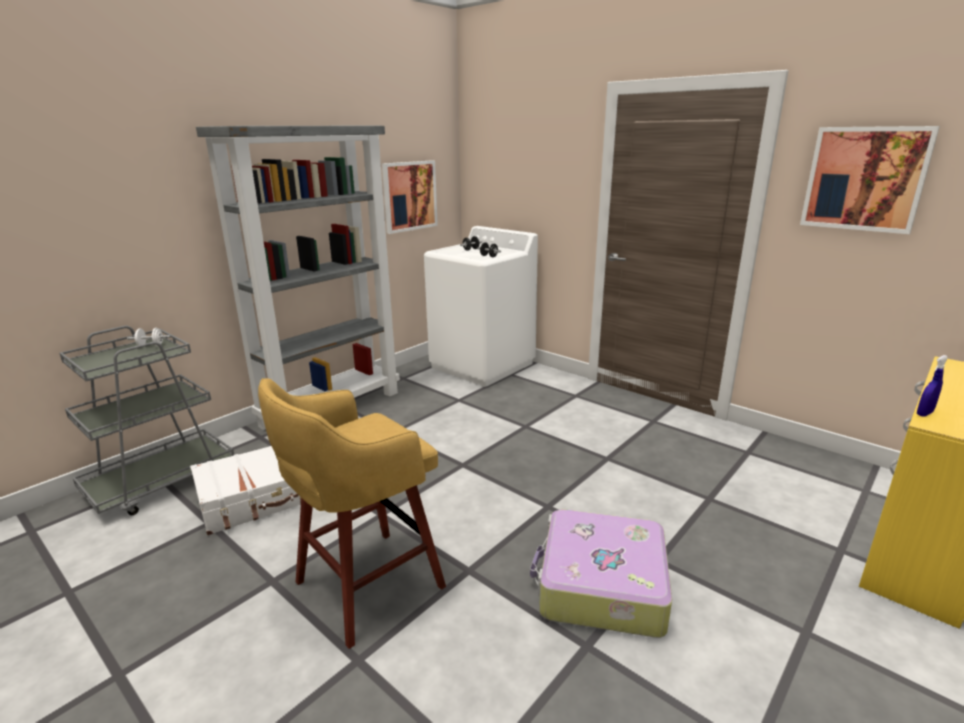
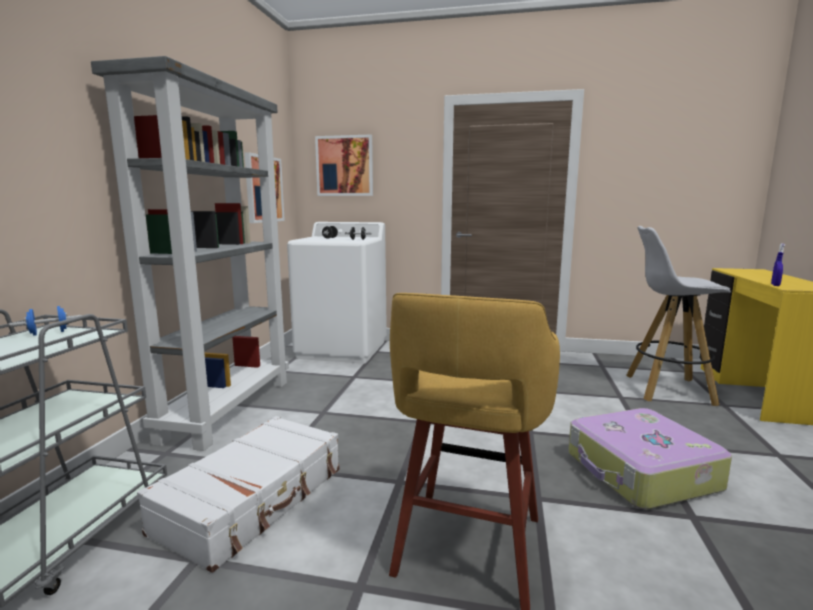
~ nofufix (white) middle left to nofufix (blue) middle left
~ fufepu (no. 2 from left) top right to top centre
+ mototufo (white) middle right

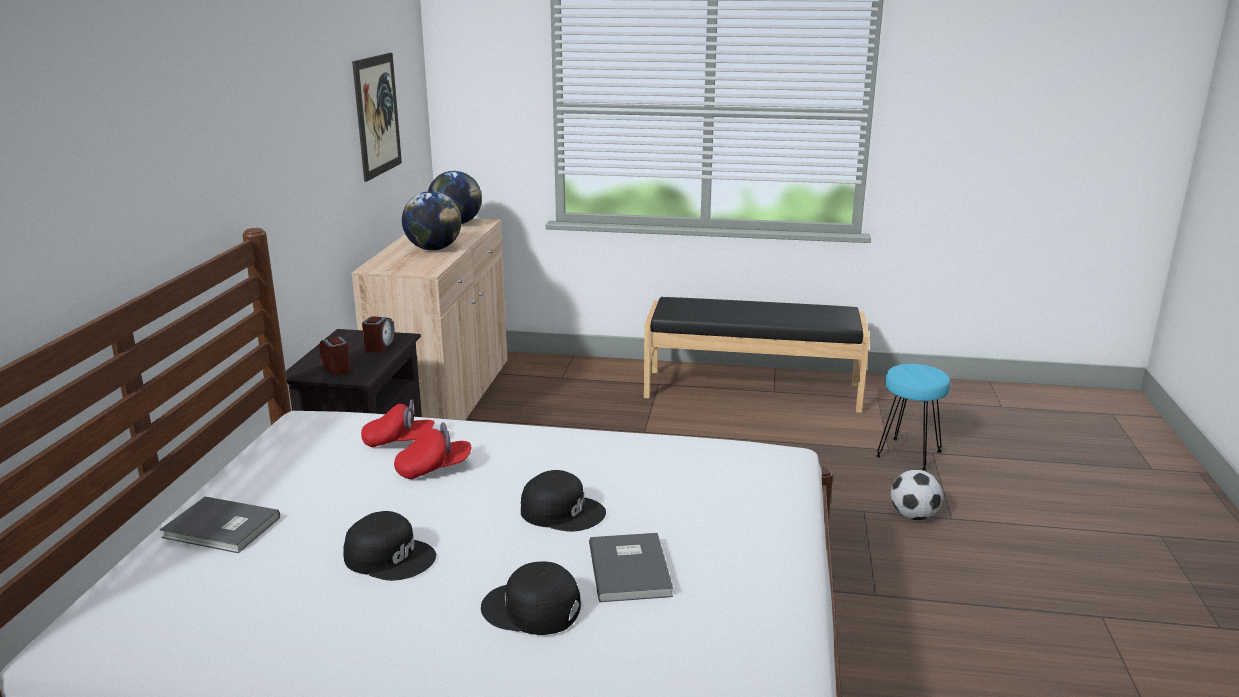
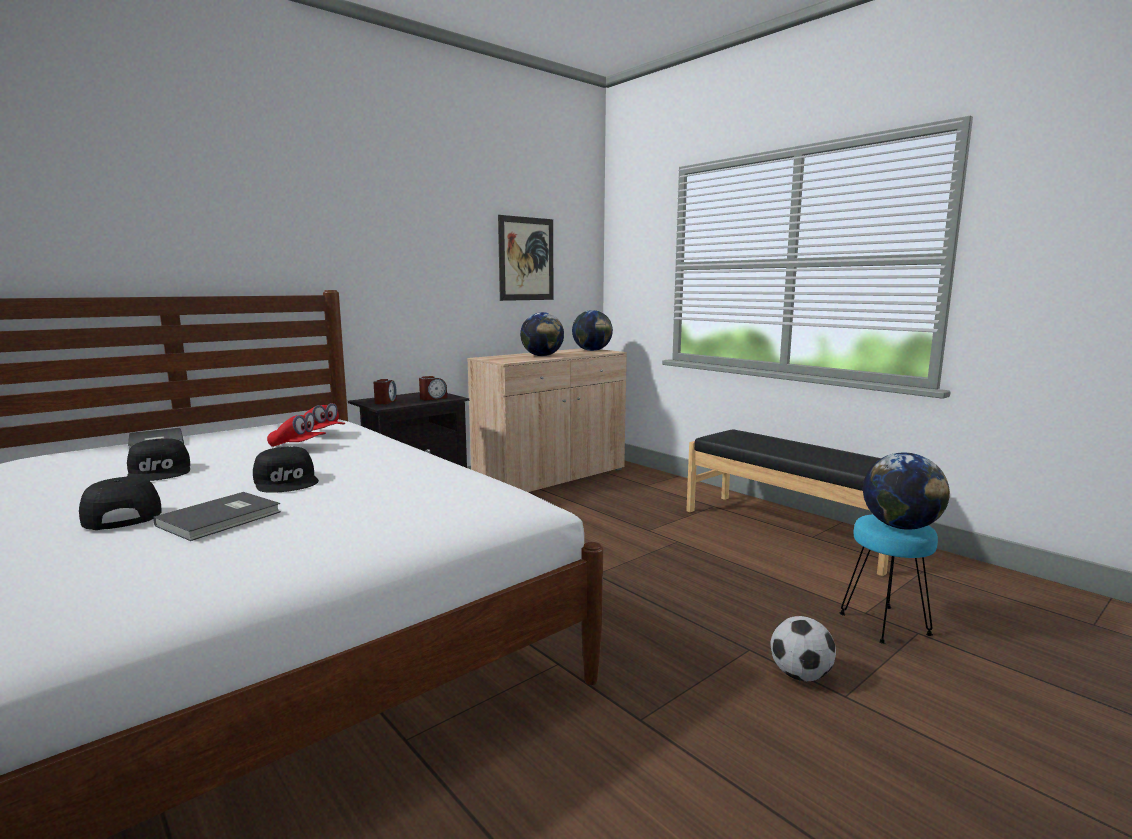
+ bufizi (no. 3 from left) middle right

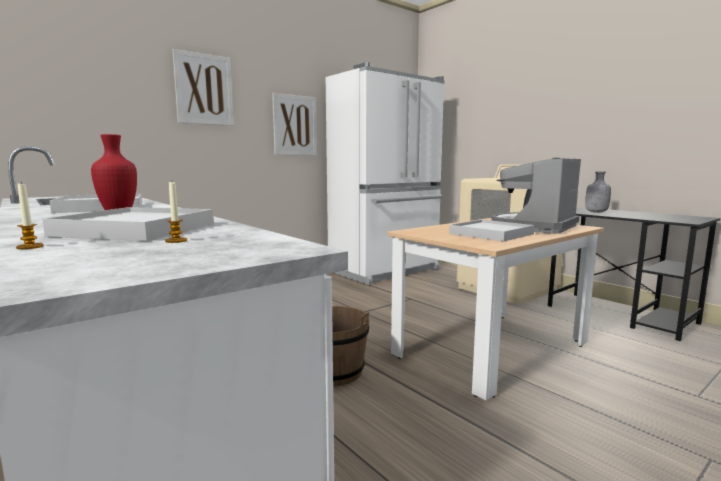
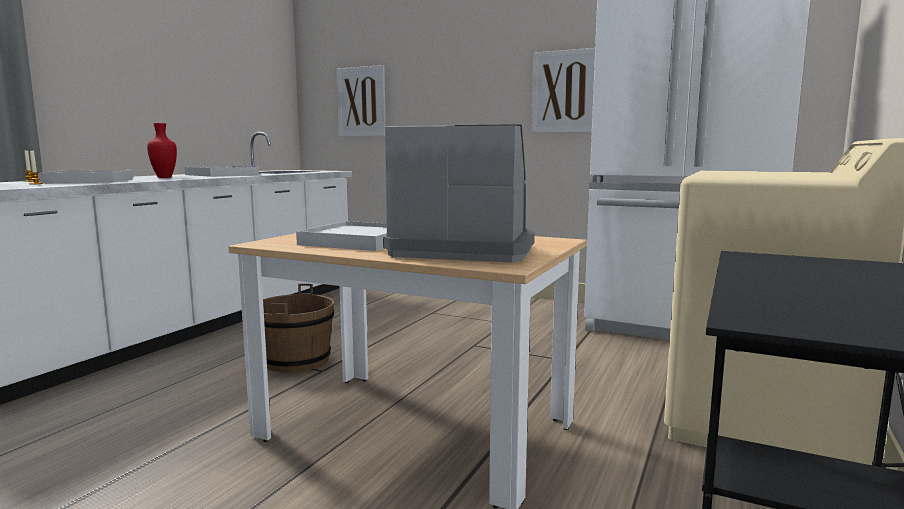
~ fufepu (no. 1 from left) top left to top centre
- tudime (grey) middle right

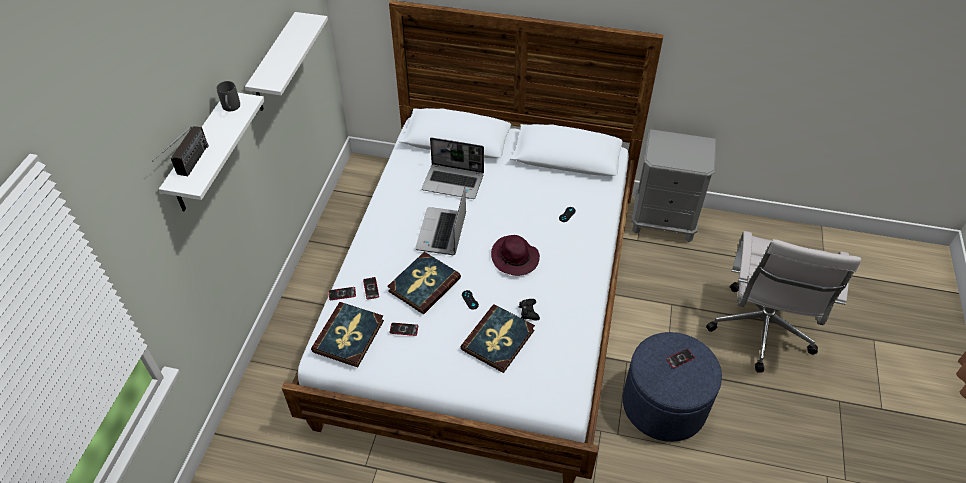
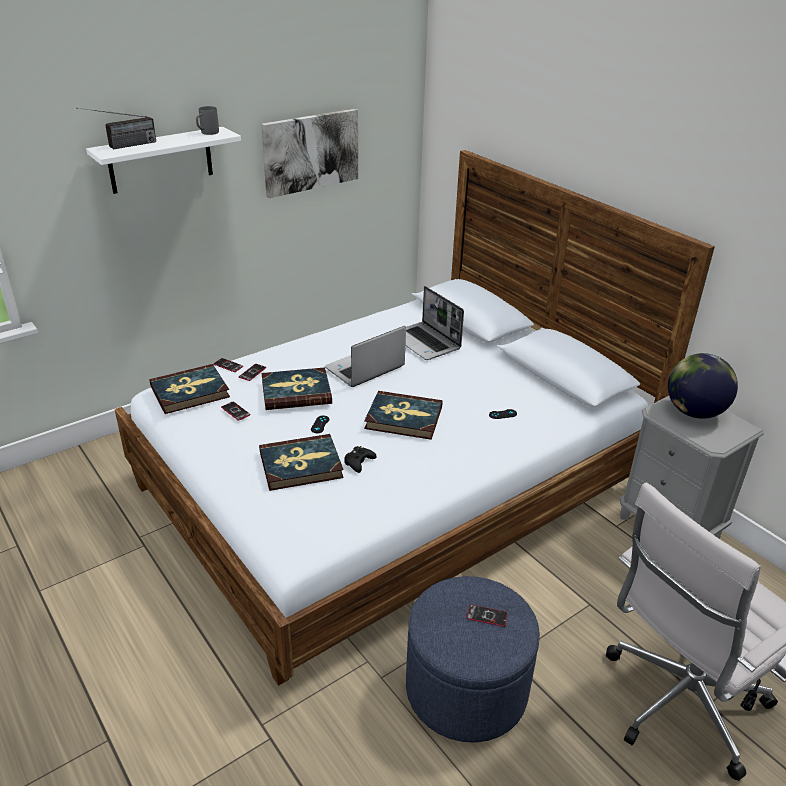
~ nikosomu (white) (no. 2 from left) top left to fufepu top centre
~ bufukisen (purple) centre to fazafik (no. 4 from left) centre
+ bufizi middle right

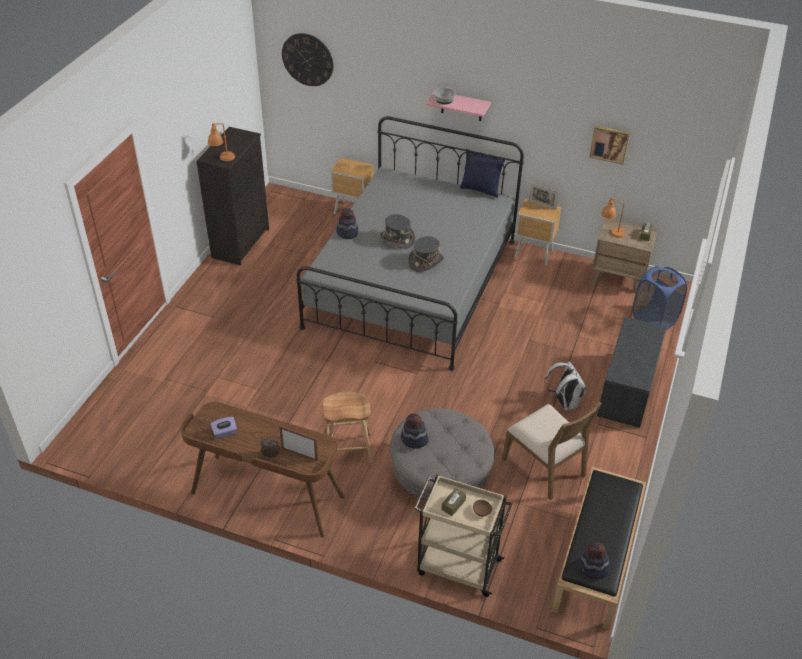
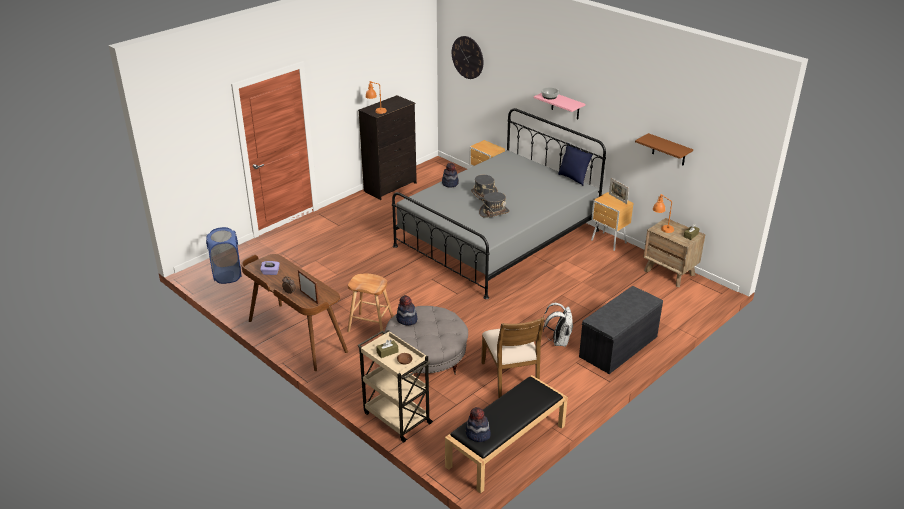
~ fufepu top right to nikosomu (brown) top right
~ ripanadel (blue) middle right to middle left

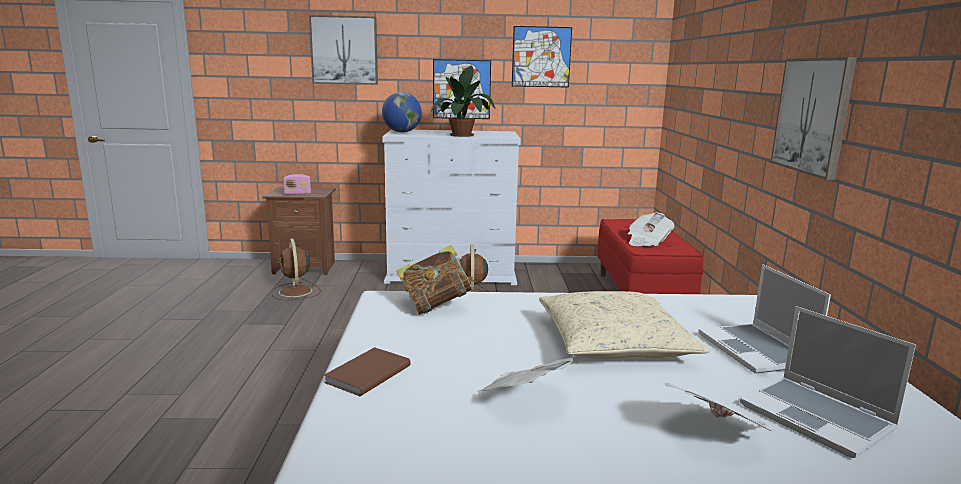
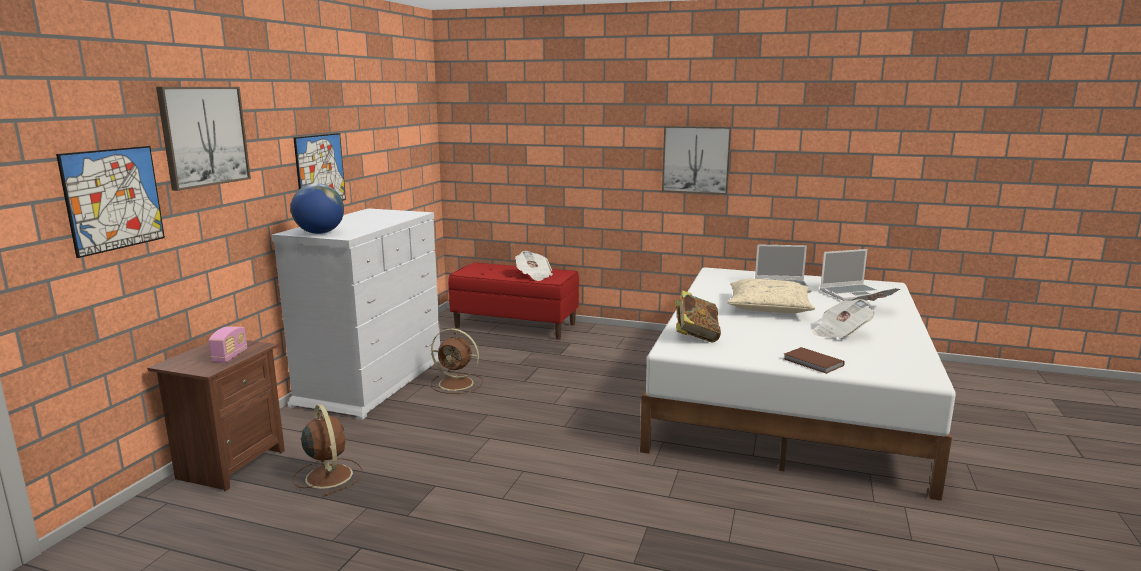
~ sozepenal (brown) (no. 1 from left) middle left = bottom left 120 degrees counterclockwise
- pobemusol top centre
~ fufepu (no. 3 from left in the first image) top centre to fufepu (no. 1 from left) middle left

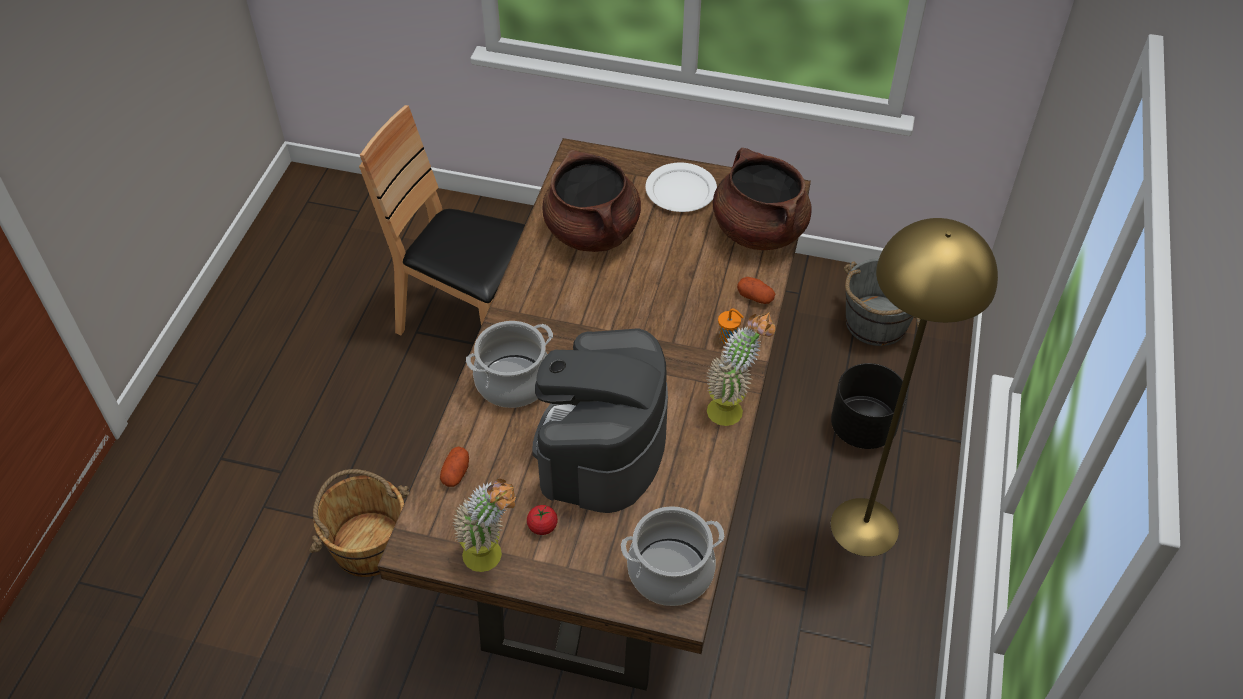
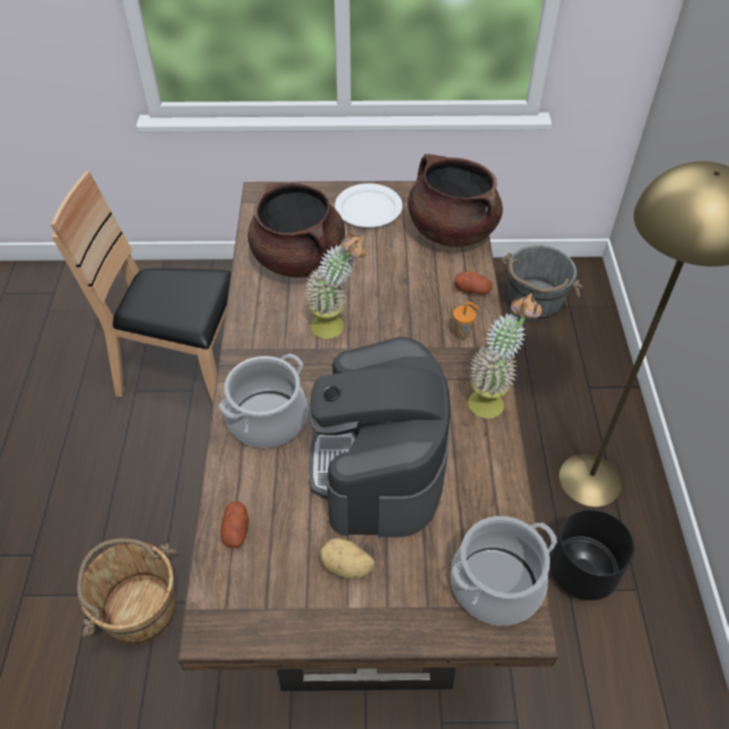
~ pobemusol (no. 1 from left) bottom centre to centre
~ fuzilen bottom centre to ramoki (no. 2 from left) bottom centre
~ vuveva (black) middle right to bottom right

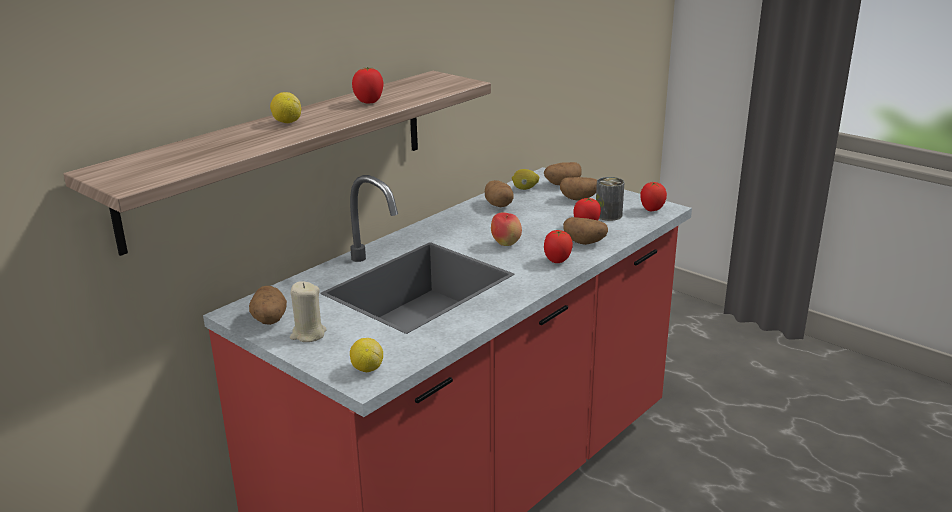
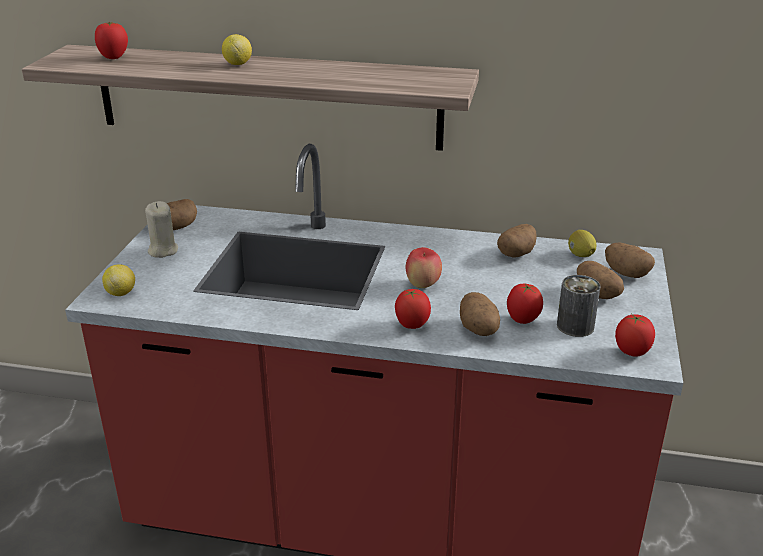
~ fuzilen (no. 1 from left) top centre to top left

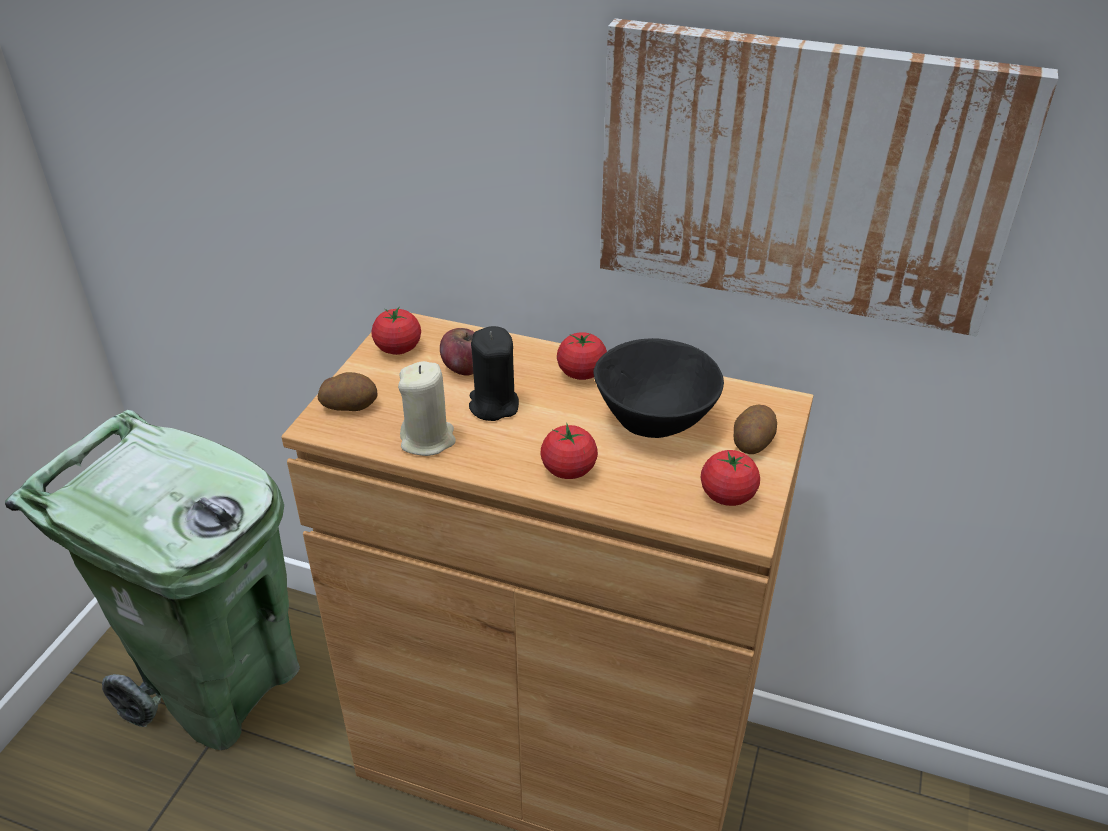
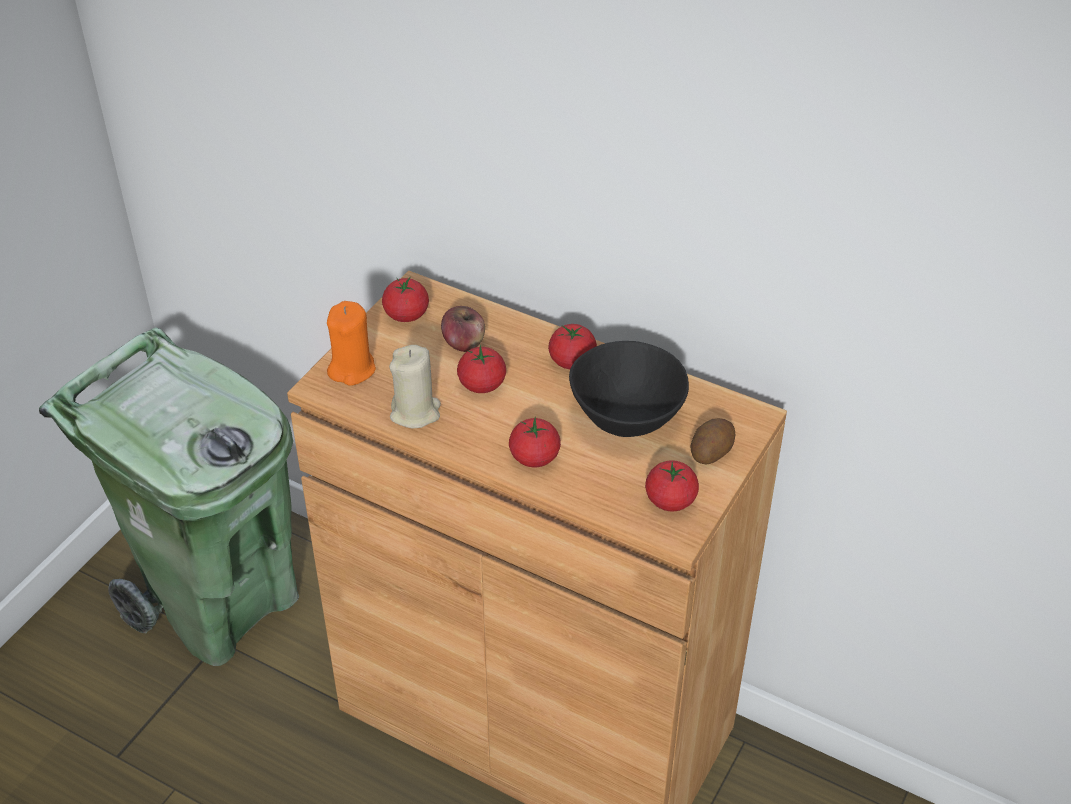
~ ramoki (no. 1 from left) middle left to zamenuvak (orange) middle left
~ zamenuvak (black) centre to fuzilen (no. 2 from left) centre
- fufepu top right

